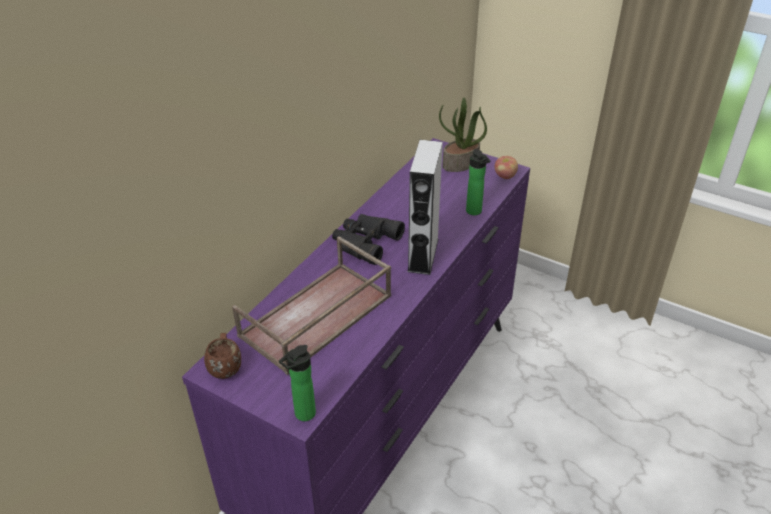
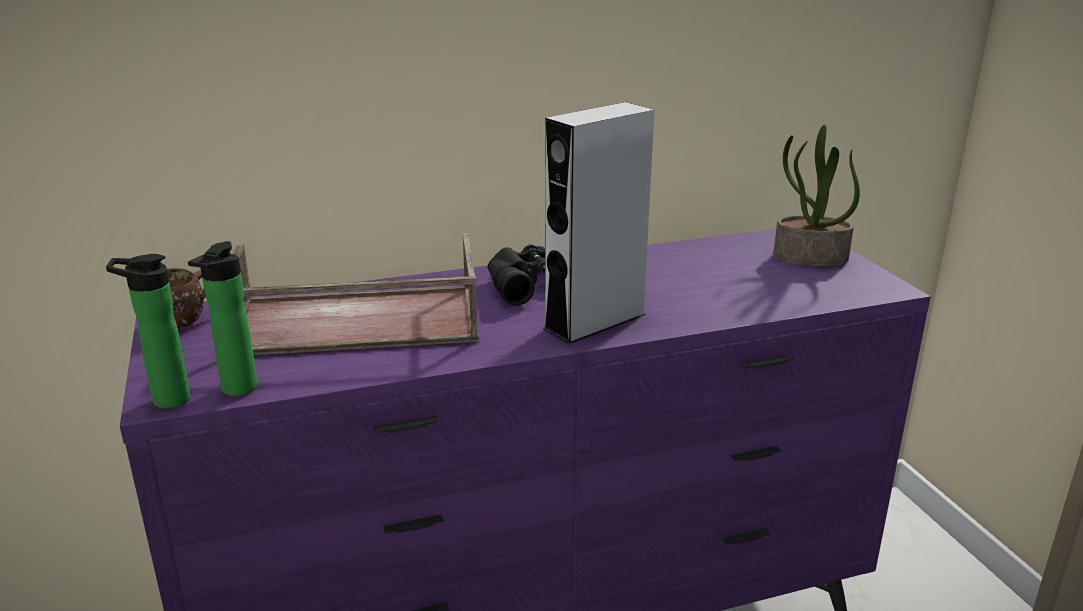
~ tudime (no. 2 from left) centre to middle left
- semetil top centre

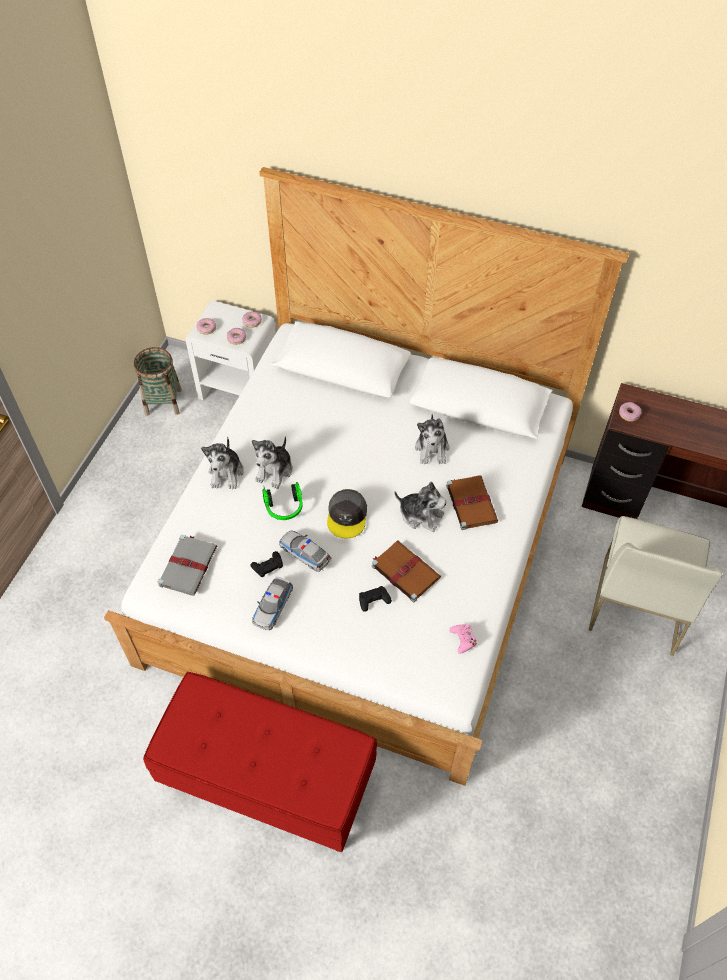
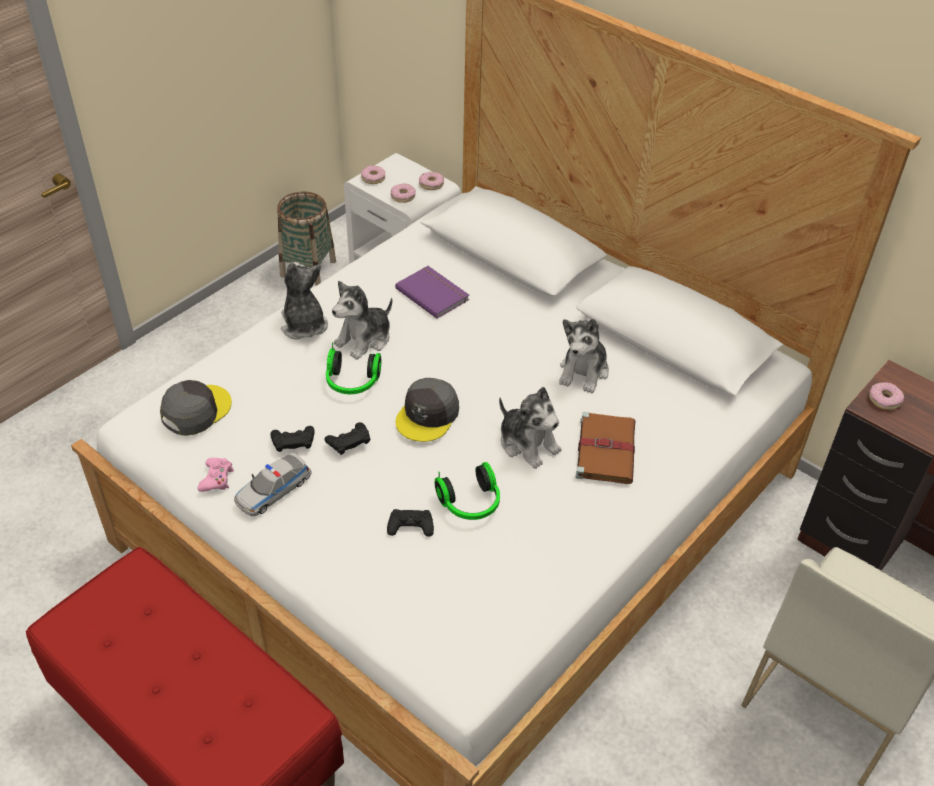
~ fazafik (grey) middle left to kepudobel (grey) (no. 1 from left) middle left
~ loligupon (no. 1 from left) middle left = middle left 135 degrees clockwise
~ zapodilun (no. 2 from left) centre to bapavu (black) (no. 2 from left) centre
~ fazafik (brown) (no. 1 from left) centre to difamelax (no. 2 from left) centre
~ bapavu (pink) centre to middle left
+ fazafik (purple) centre

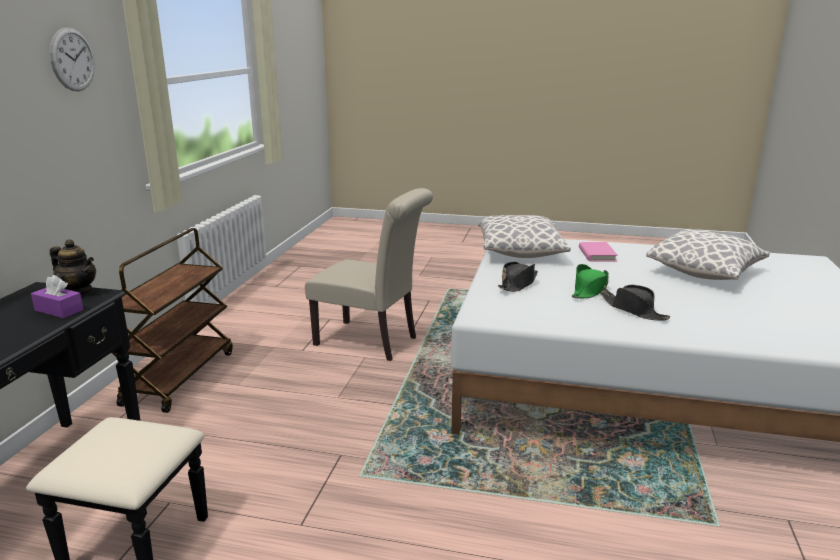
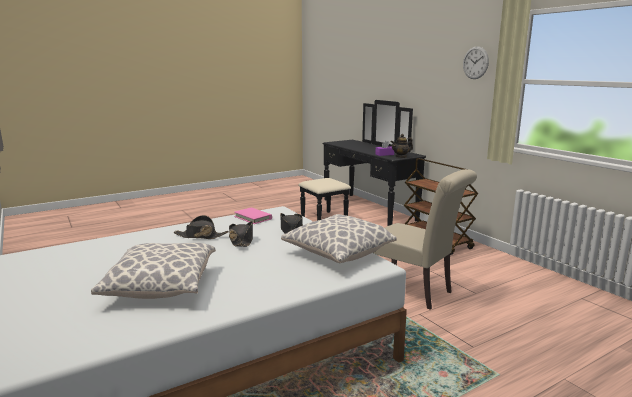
~ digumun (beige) centre = middle right 120 degrees counterclockwise
~ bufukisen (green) middle right to bufukisen (black) (no. 2 from left) centre
~ fazafik (pink) middle right to centre

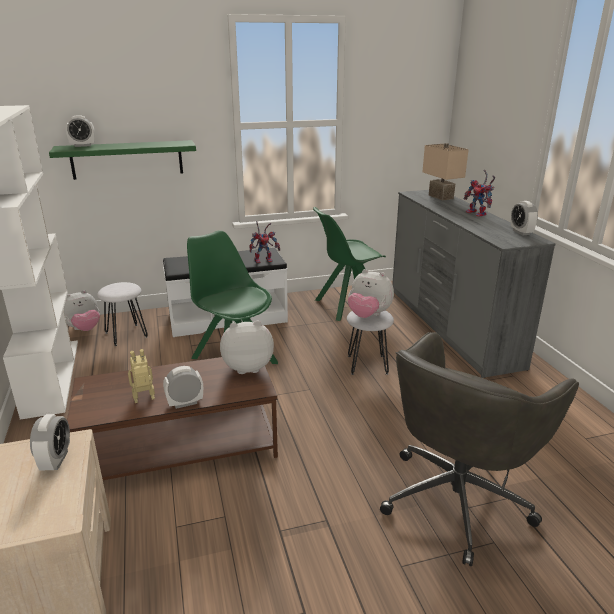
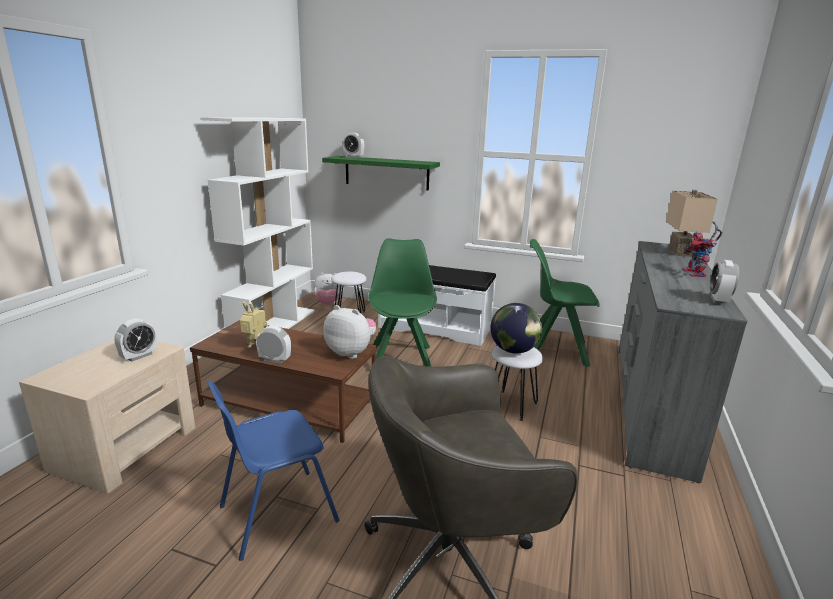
- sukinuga (no. 2 from left) centre
~ loligupon (no. 3 from left) centre to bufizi centre
+ digumun (blue) bottom left

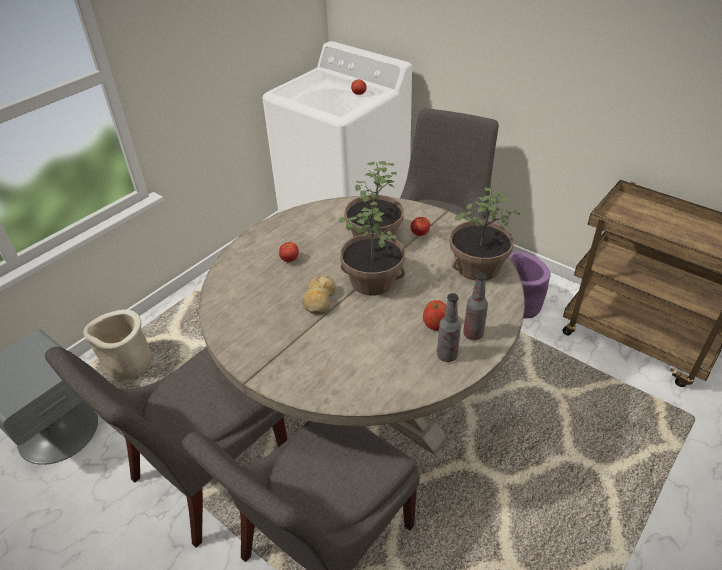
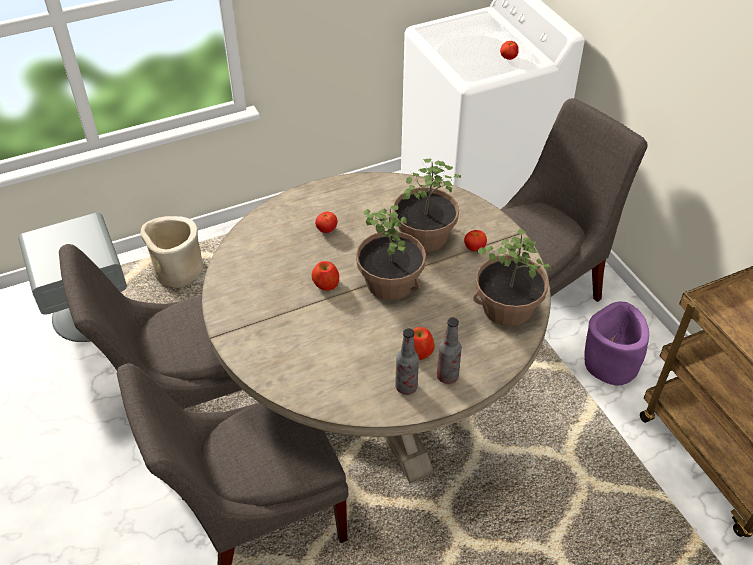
~ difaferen centre to semetil (no. 1 from left) centre

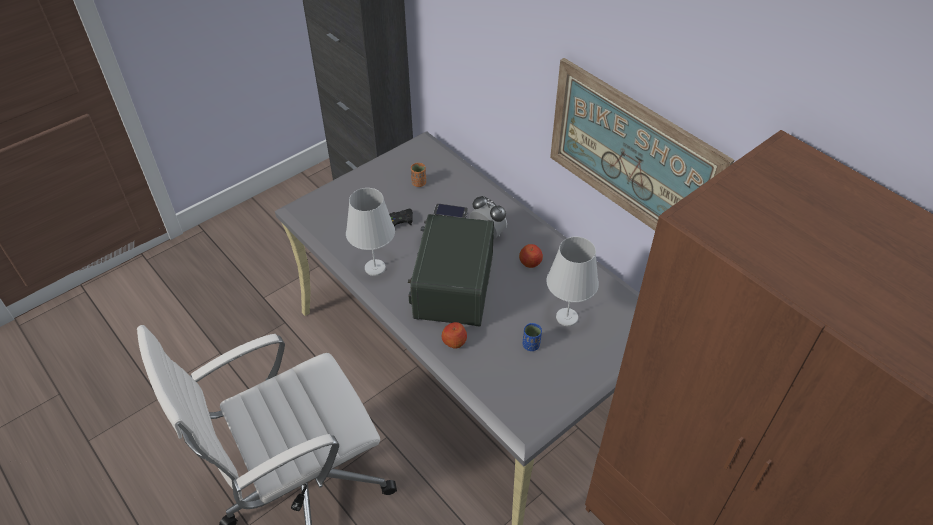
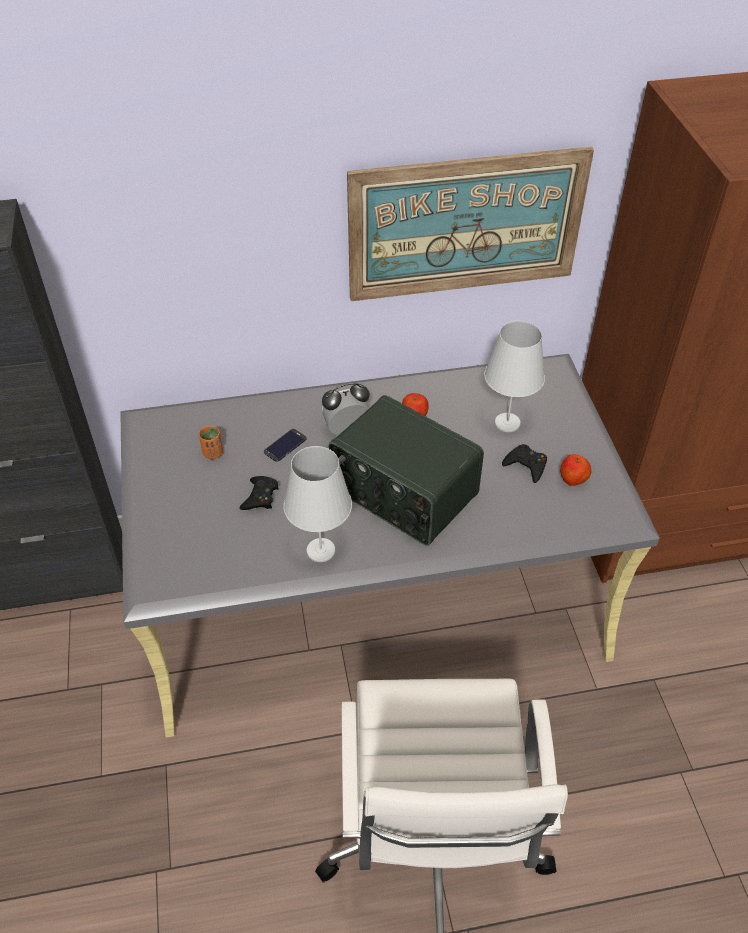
~ semetil (no. 1 from left in the first image) centre to semetil (no. 2 from left) middle right
~ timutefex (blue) centre to bapavu (black) (no. 2 from left) middle right

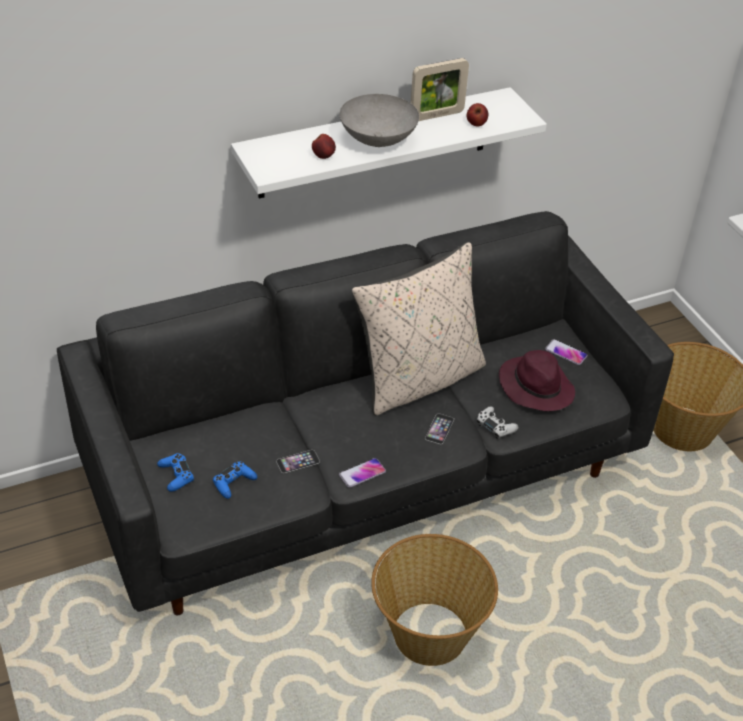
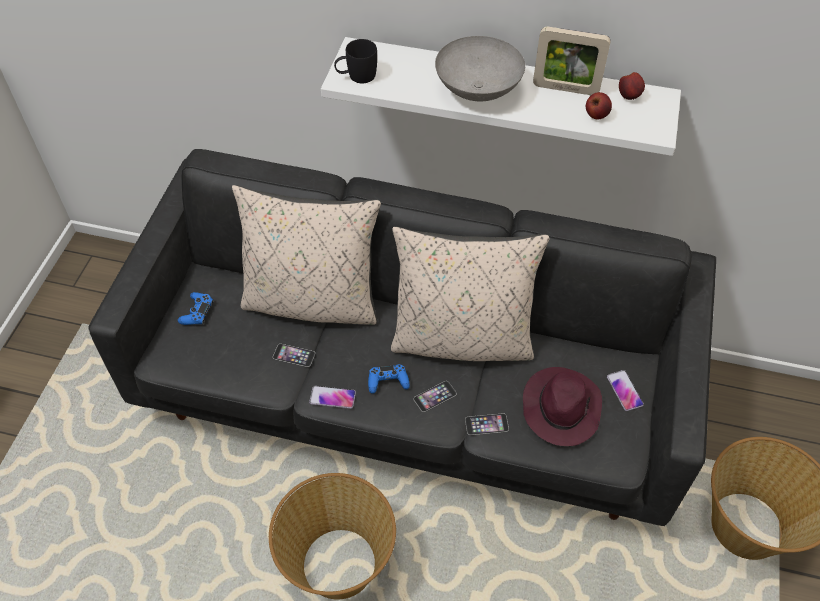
~ bapavu (blue) (no. 2 from left) middle left to centre
~ semetil (no. 1 from left in the first image) top centre to semetil (no. 2 from left) top right
~ bapavu (white) middle right to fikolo (no. 4 from left) bottom centre
+ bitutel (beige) (no. 1 from left) centre
+ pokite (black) top centre

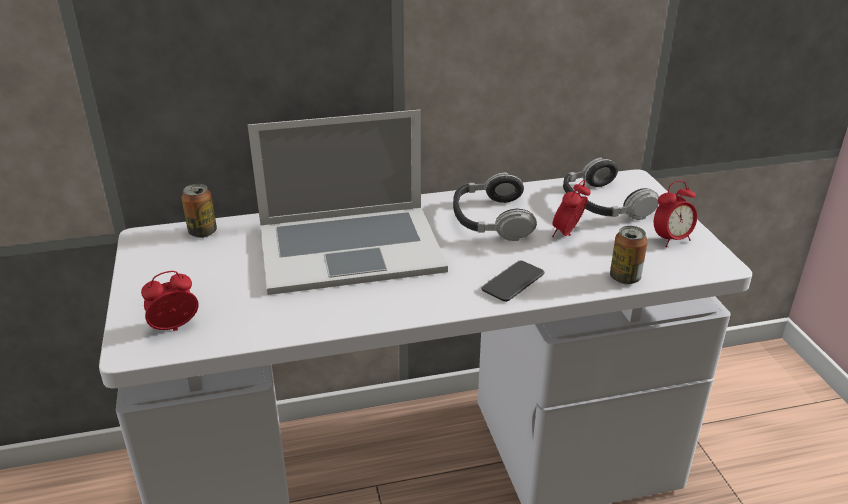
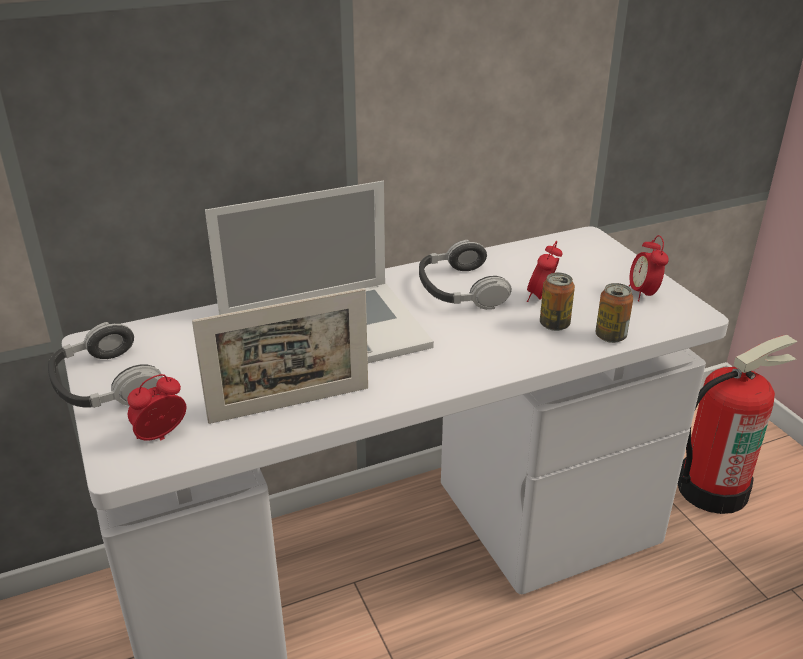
~ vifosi (no. 1 from left) middle left to middle right
- fikolo centre
~ difamelax (no. 2 from left in the first image) middle right to difamelax (no. 1 from left) middle left
~ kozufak (no. 3 from left) middle right = middle right 120 degrees clockwise
+ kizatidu centre
+ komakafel middle right

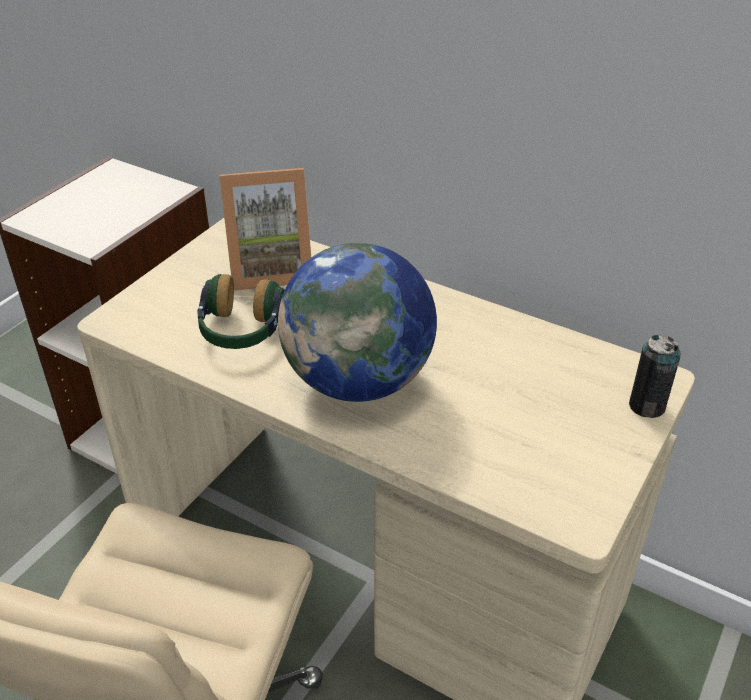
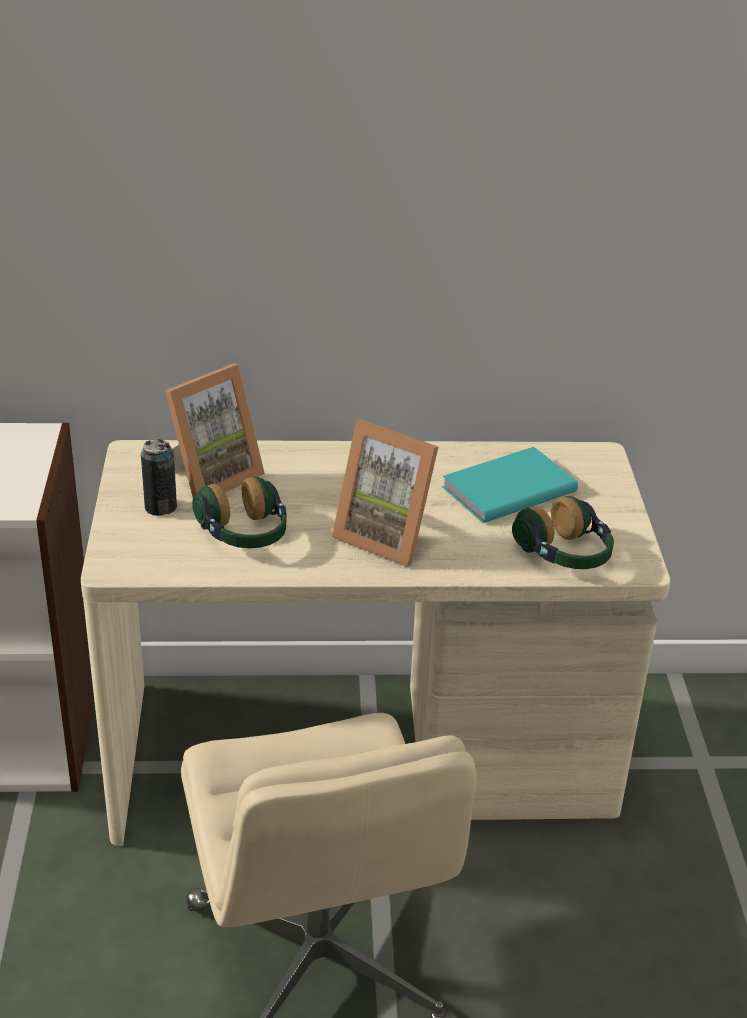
~ bufizi centre to kizatidu (no. 2 from left) centre
~ vifosi middle right to middle left
+ fazafik (turquoise) middle right
+ difamelax (no. 2 from left) middle right

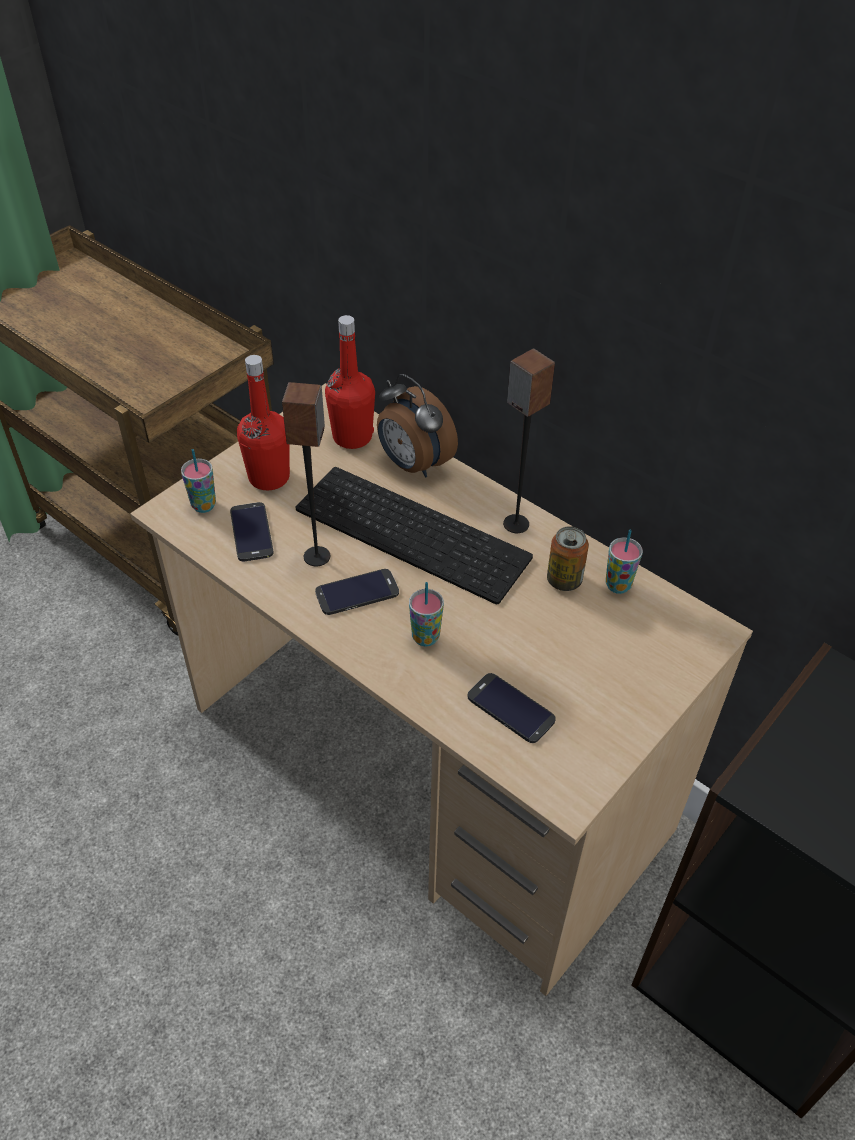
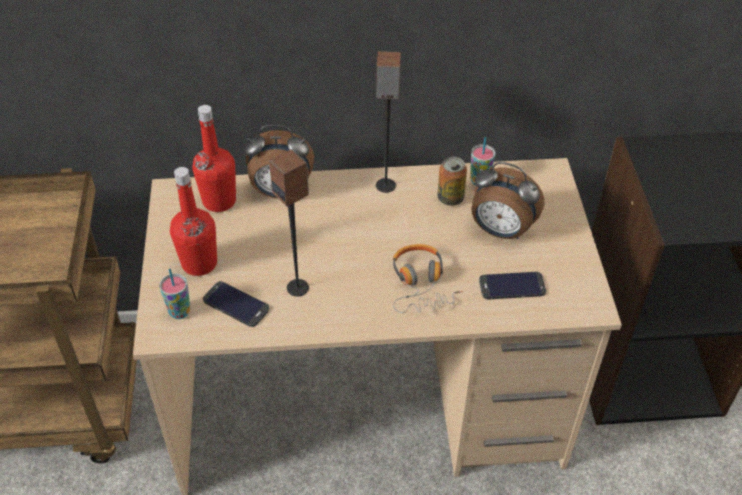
- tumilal centre
- fikolo (no. 2 from left) centre
~ timutefex (no. 2 from left) centre to difamelax centre
+ kozufak (no. 2 from left) middle right

